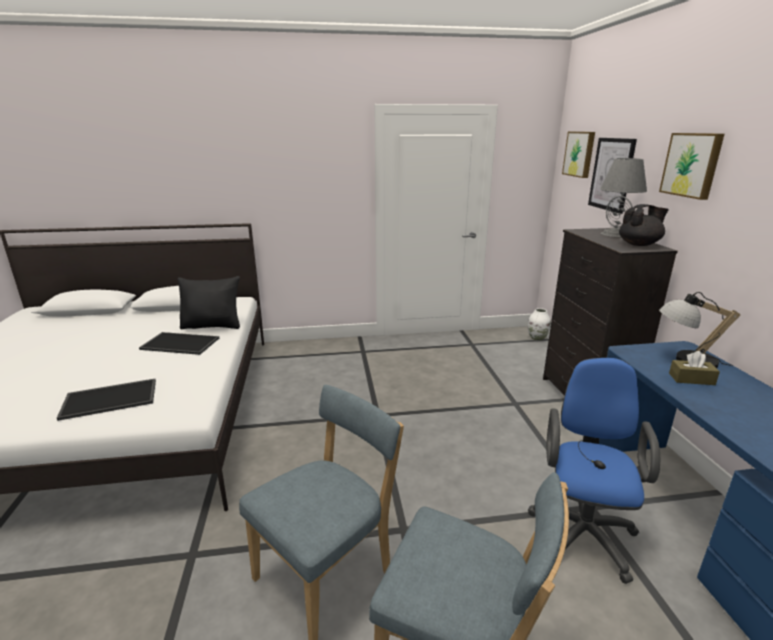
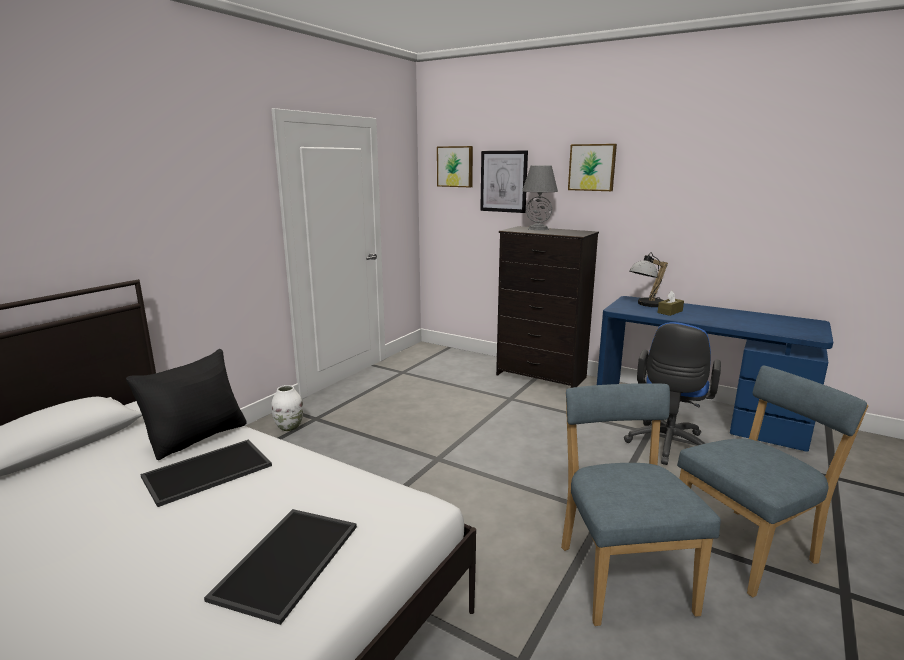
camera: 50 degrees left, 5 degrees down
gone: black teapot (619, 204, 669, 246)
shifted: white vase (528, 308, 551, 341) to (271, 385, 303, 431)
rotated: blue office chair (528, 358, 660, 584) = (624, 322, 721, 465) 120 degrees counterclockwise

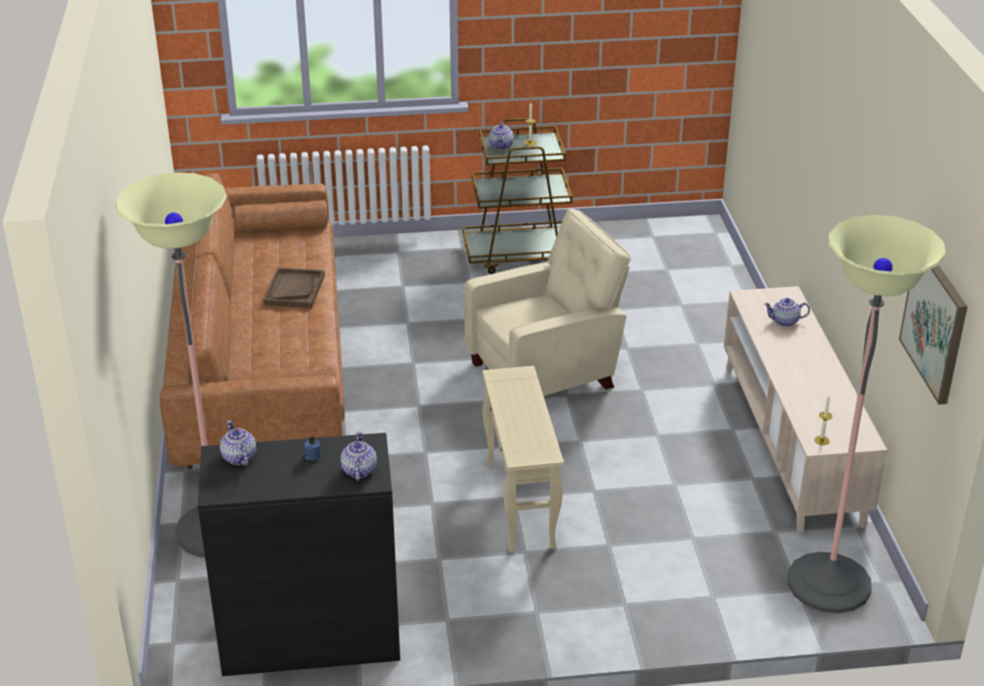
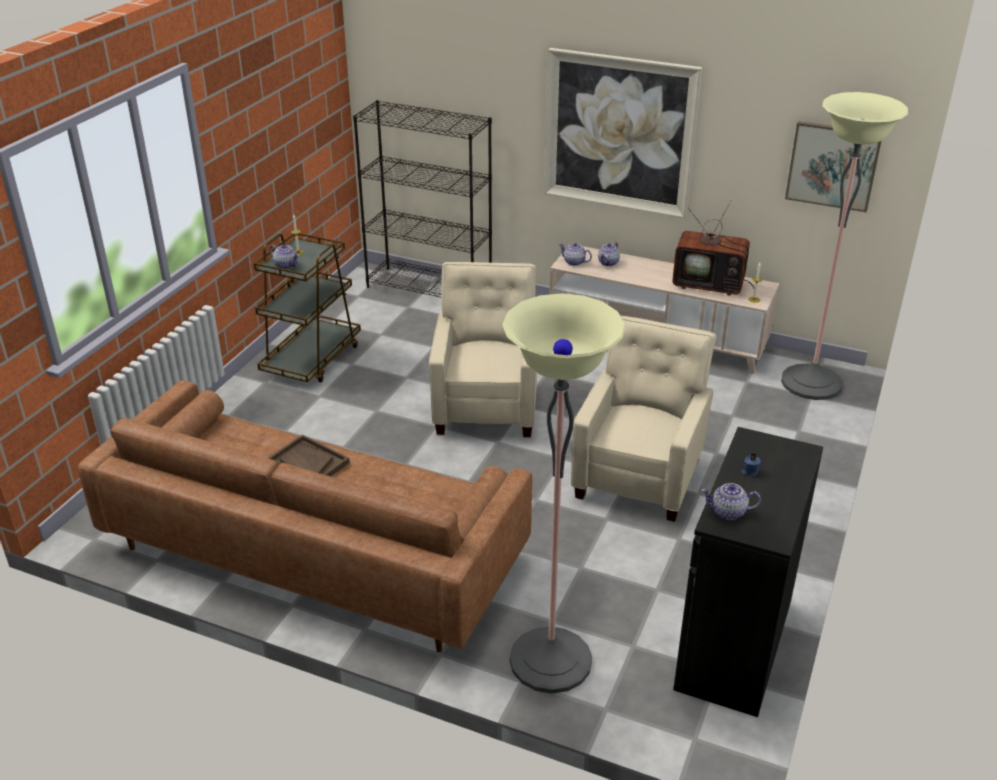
camera: 60 degrees left, 0 degrees up
new: black bookcase (353, 100, 492, 297); picture (544, 48, 702, 219); television (673, 200, 755, 296)
shifted: teapot (340, 432, 377, 481) to (559, 243, 592, 266)
swapped: beige side table (483, 366, 564, 553) to beige armchair (571, 315, 717, 522)

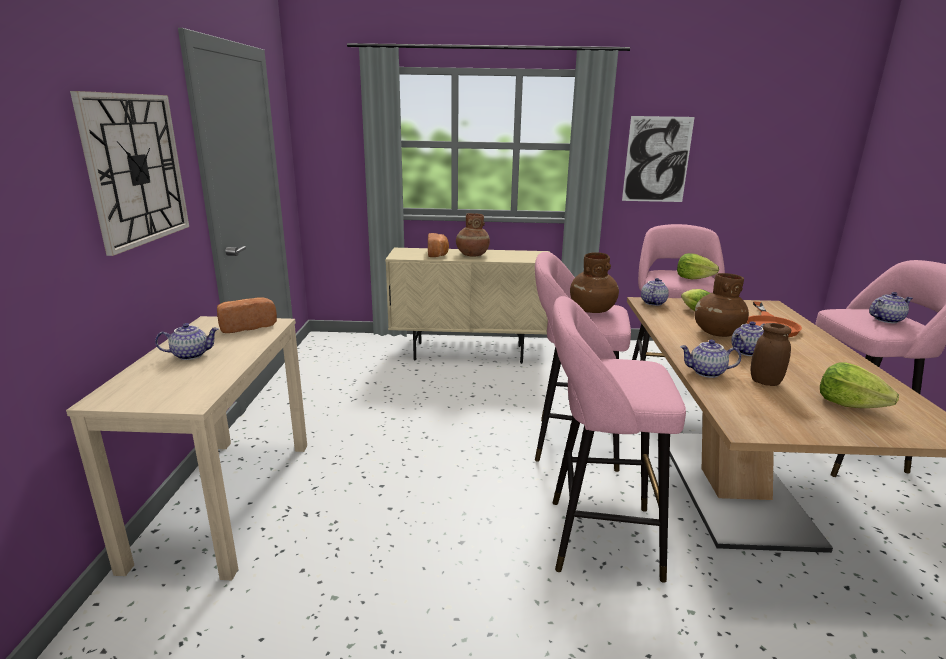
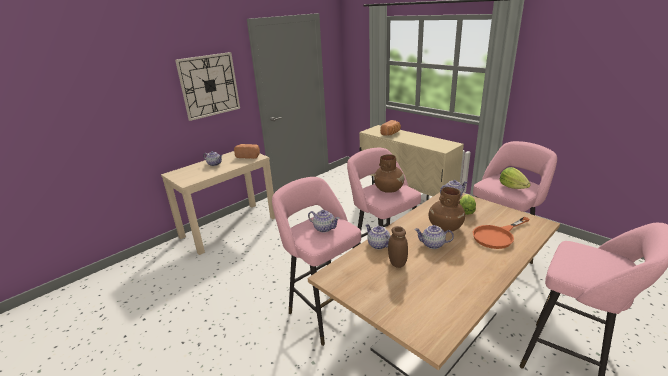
camera: 45 degrees right, 5 degrees up
gone: brown vase (456, 213, 490, 257); picture (622, 116, 695, 202); lettuce (820, 362, 899, 408)
shifted: teapot (869, 292, 913, 323) to (308, 210, 340, 232)

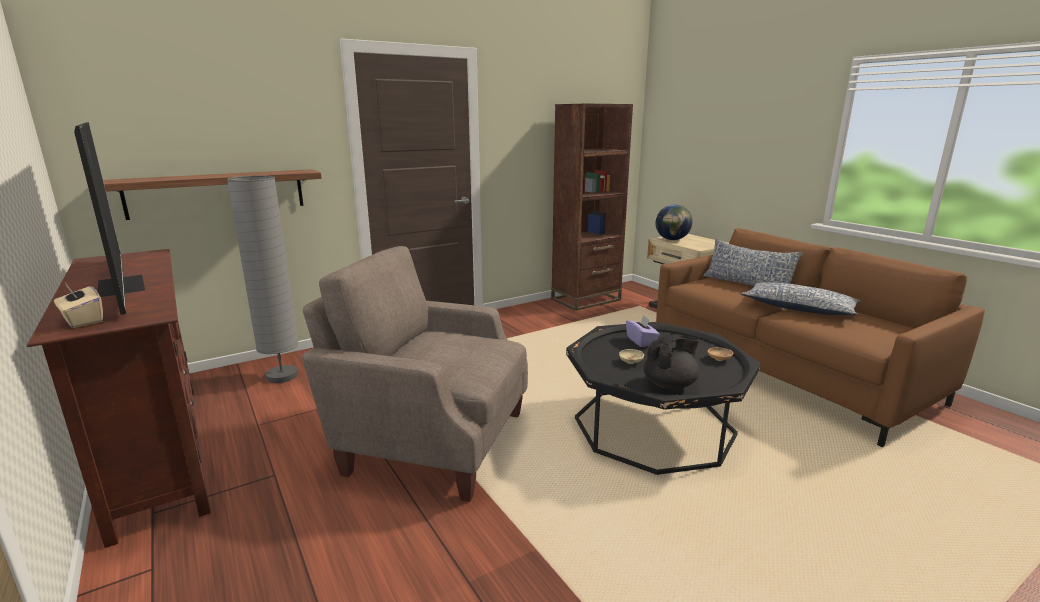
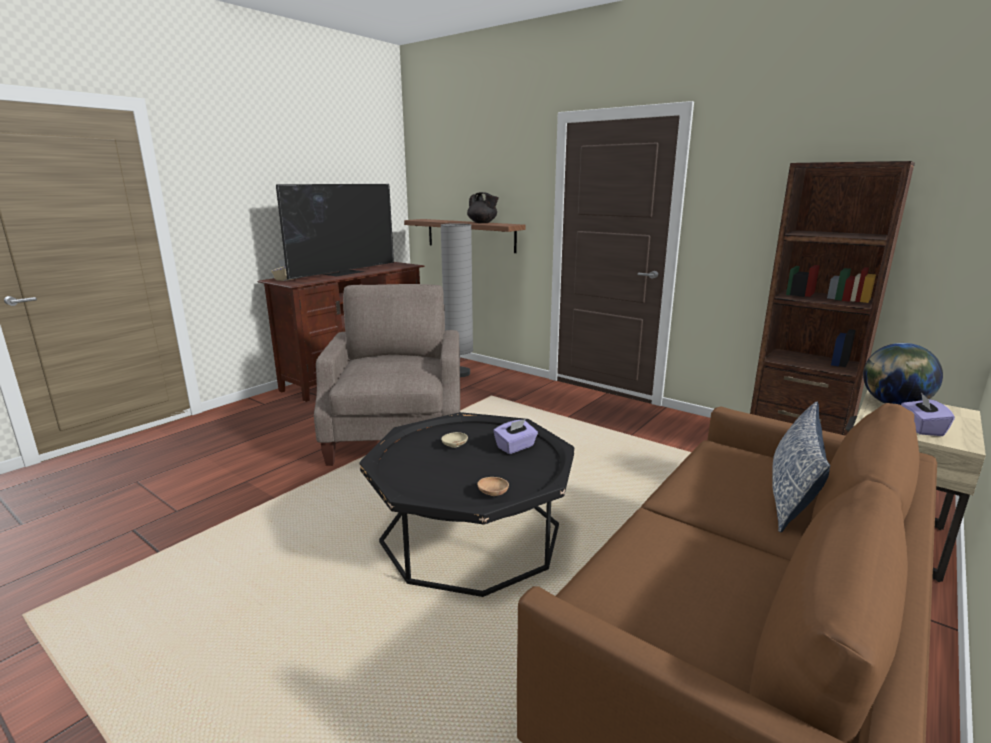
camera: 70 degrees right, 0 degrees up
gone: pillow (741, 282, 861, 315)
new: purple tissue box (901, 393, 955, 436)
shifted: black teapot (644, 335, 699, 390) to (467, 192, 499, 223)

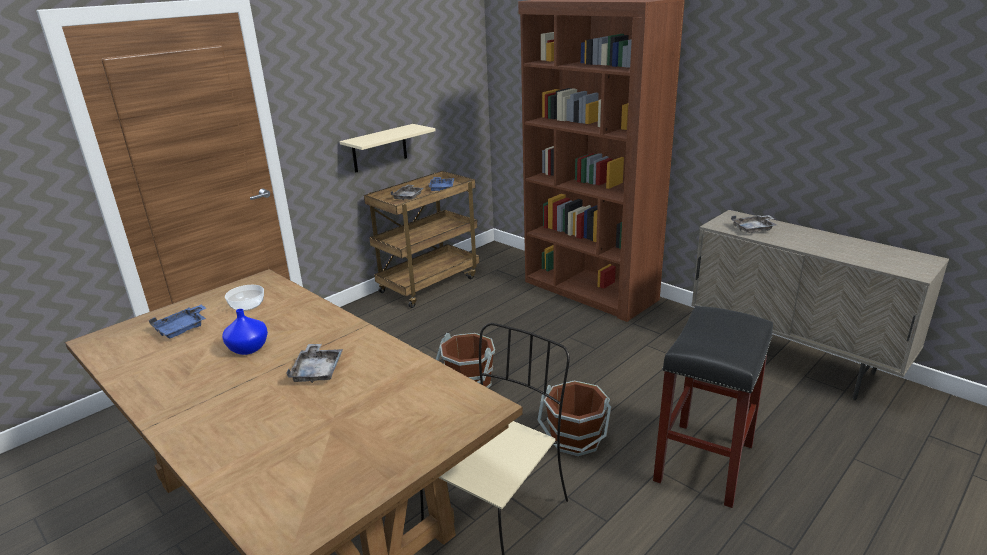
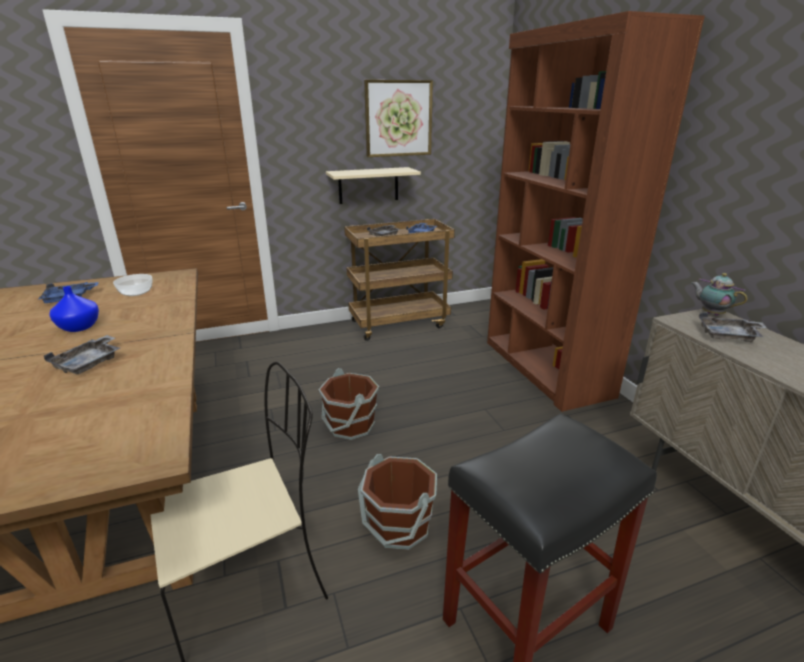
camera: 25 degrees right, 0 degrees up
new: picture (364, 80, 433, 157); teapot (692, 273, 747, 316)

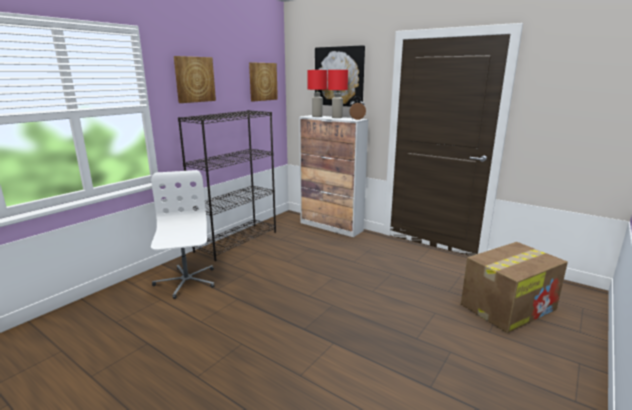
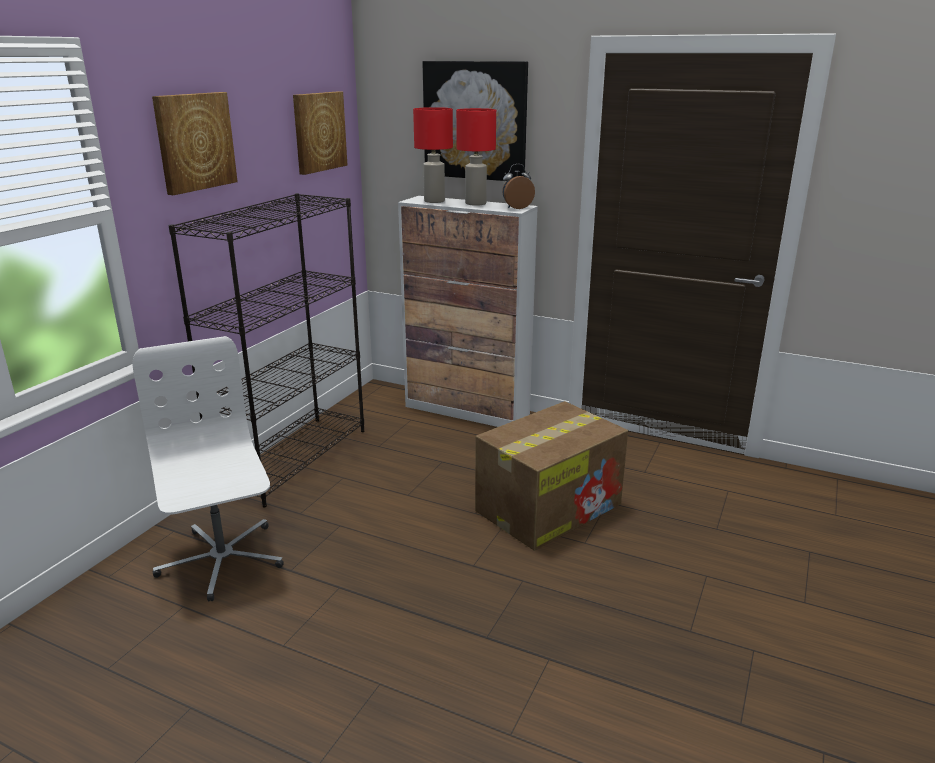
camera: 10 degrees left, 5 degrees up
shifted: cardboard box (461, 242, 568, 333) to (475, 401, 628, 551)

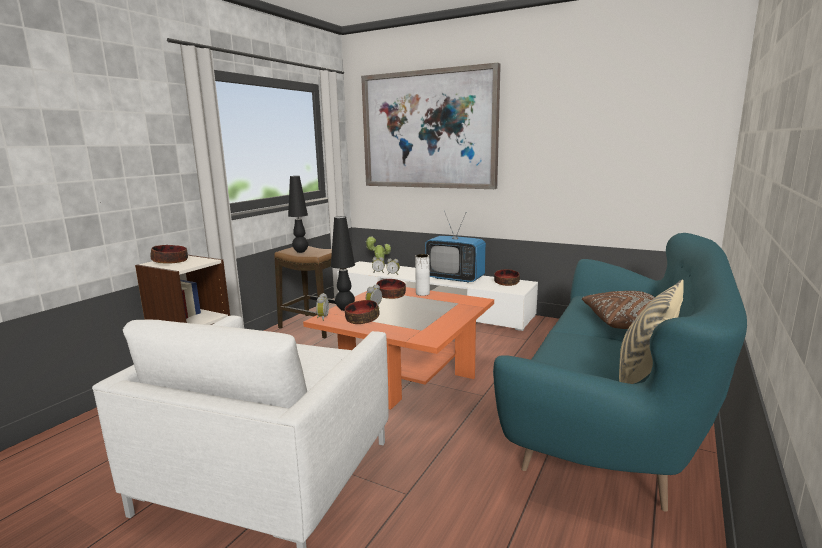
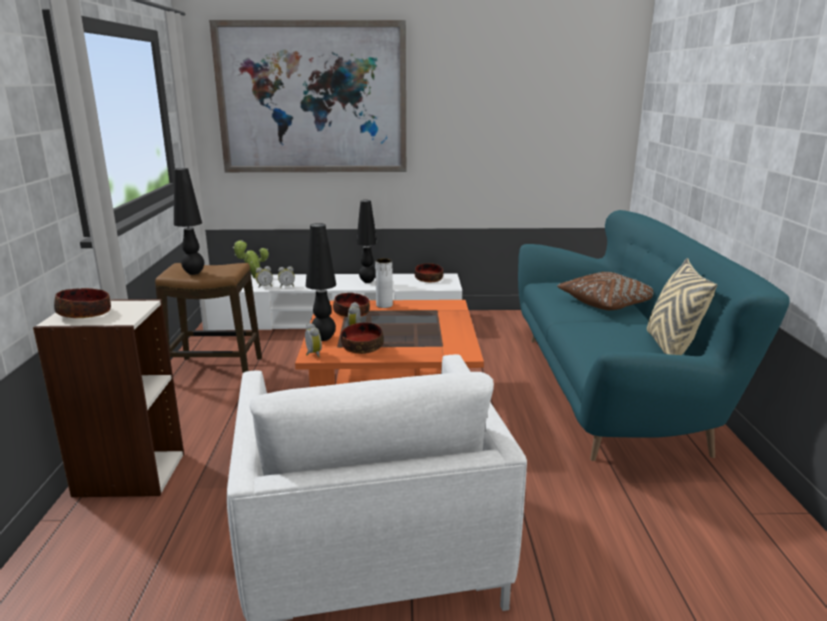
camera: 30 degrees left, 5 degrees up
swapped: television (425, 211, 486, 283) to black table lamp (356, 200, 377, 283)

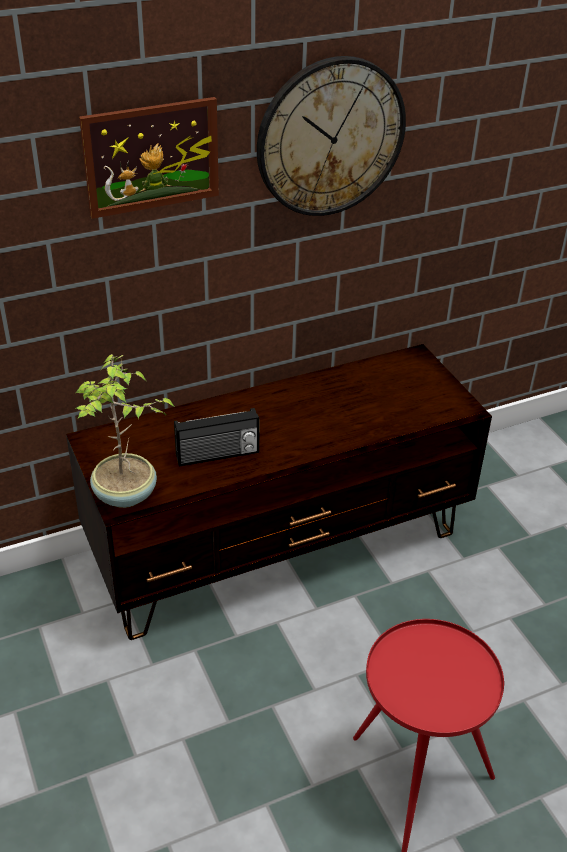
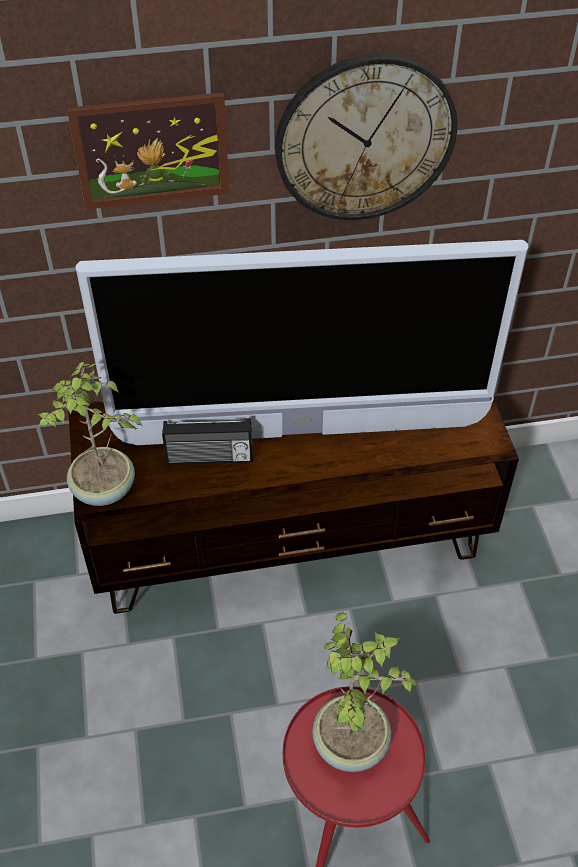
camera: 15 degrees right, 10 degrees up
new: television (75, 240, 529, 445); potted plant (312, 613, 418, 772)

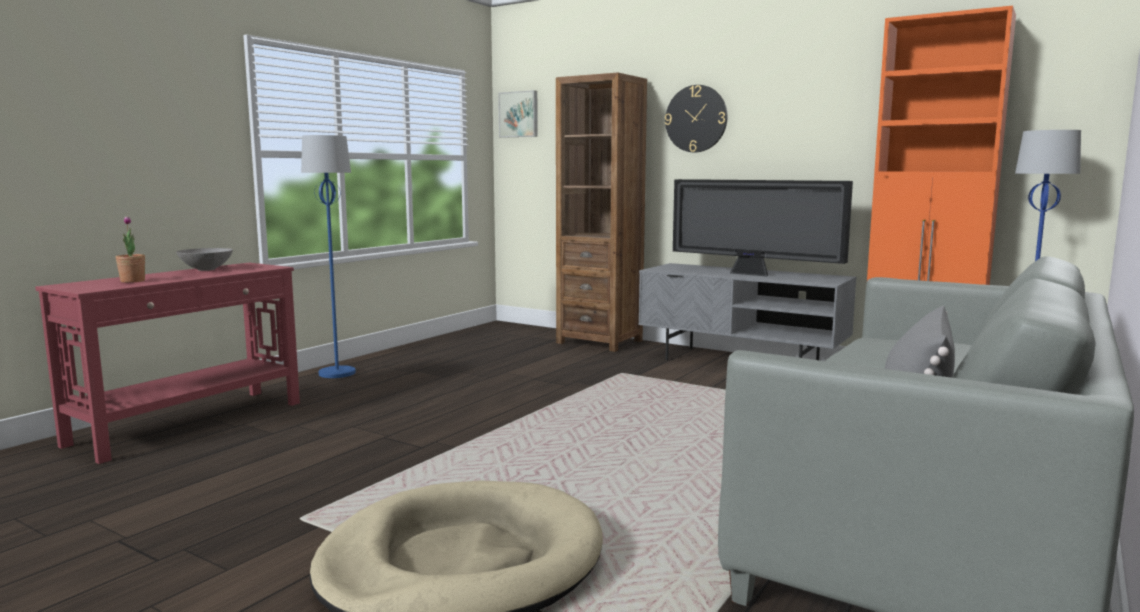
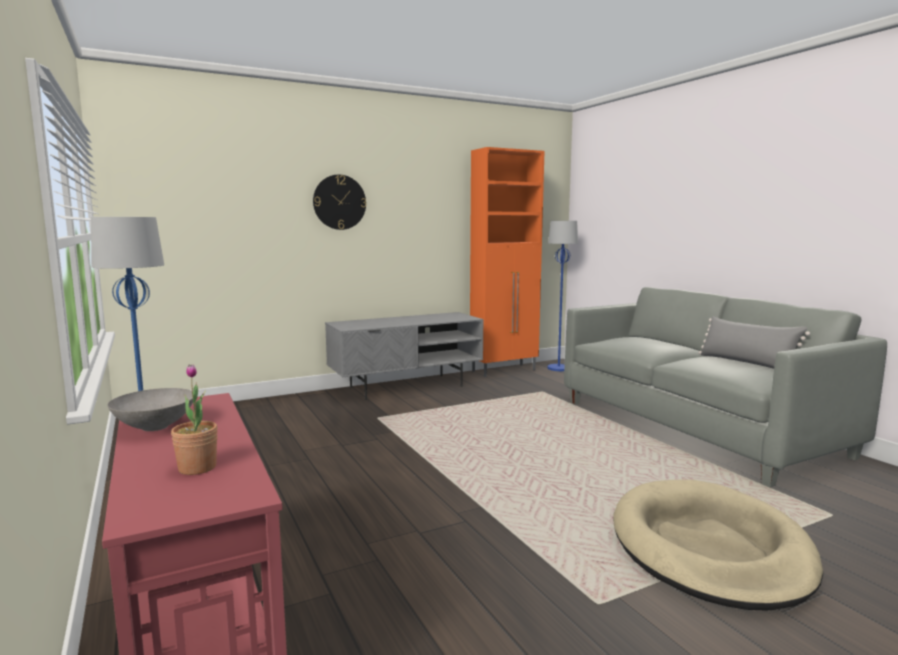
camera: 60 degrees left, 0 degrees up
gone: picture (498, 90, 538, 138); brown bookcase (556, 73, 647, 352); television (673, 179, 853, 277)

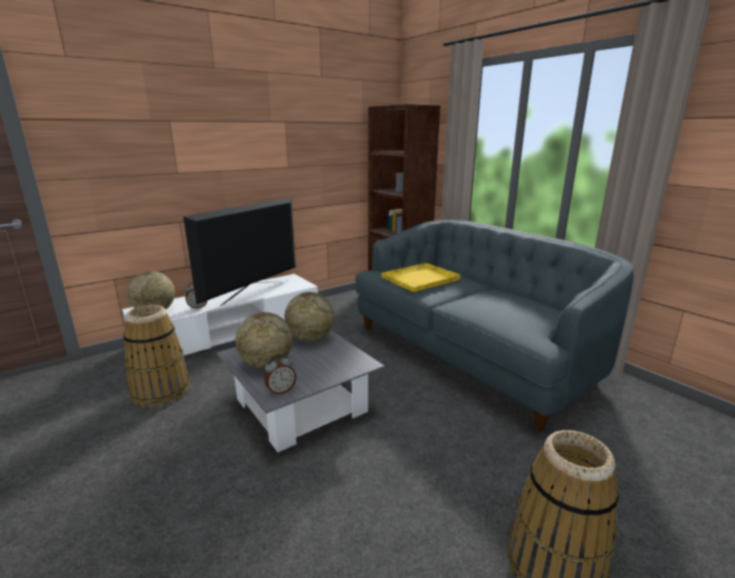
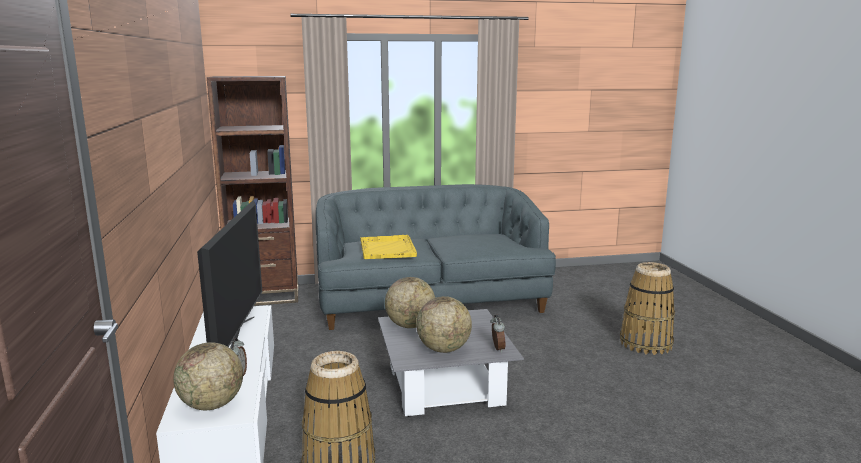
camera: 65 degrees left, 5 degrees down
rotated: television (183, 197, 296, 306) = (197, 200, 262, 347) 150 degrees counterclockwise

